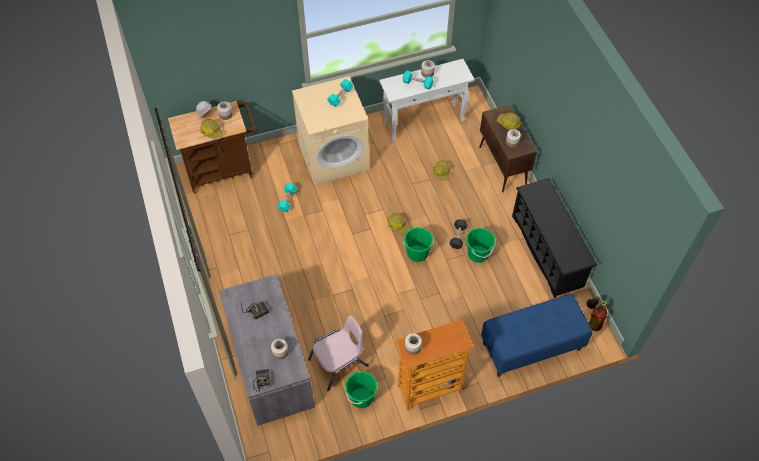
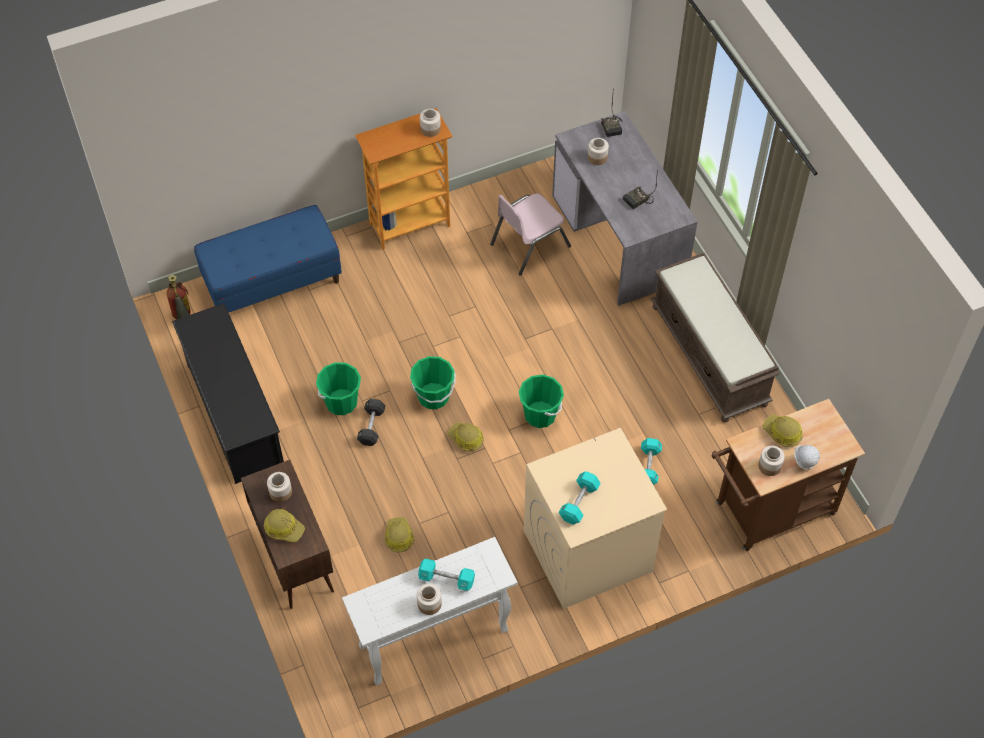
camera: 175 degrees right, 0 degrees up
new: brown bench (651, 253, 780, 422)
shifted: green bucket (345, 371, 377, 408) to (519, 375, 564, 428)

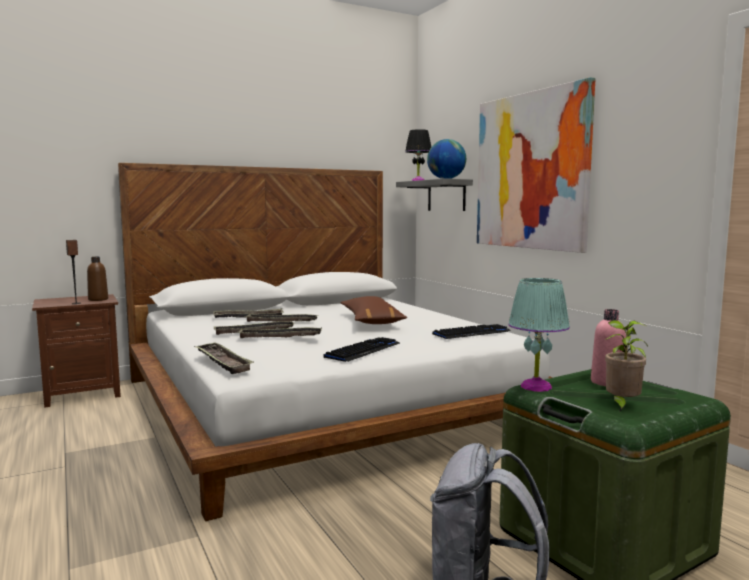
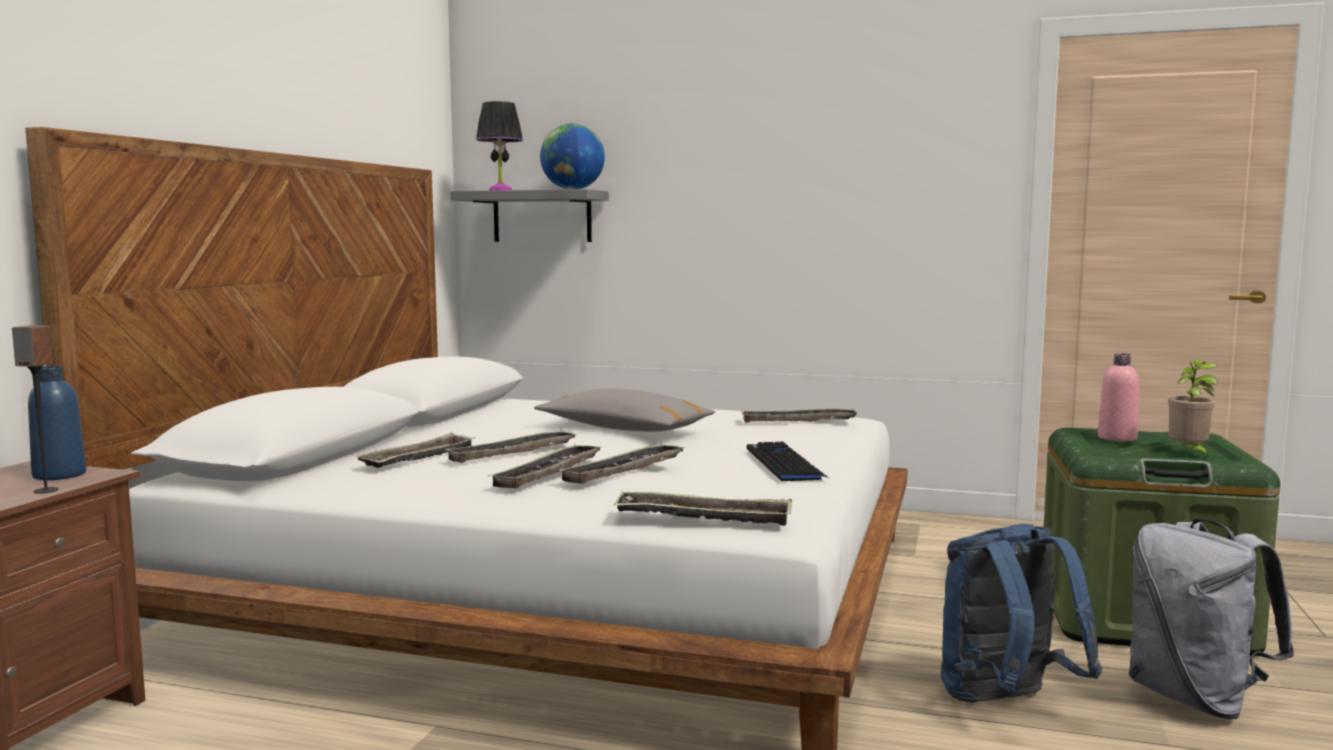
camera: 45 degrees left, 0 degrees up
gone: picture (477, 77, 595, 253); turquoise table lamp (508, 278, 570, 392)
new: blue backpack (941, 524, 1102, 703)
swapped: keyboard (432, 324, 511, 339) to tray (740, 408, 858, 422)
repainted: brown bottle (87, 257, 108, 301) to blue bottle (28, 366, 86, 480); brown pillow (341, 296, 407, 324) to grey pillow (534, 388, 715, 432)

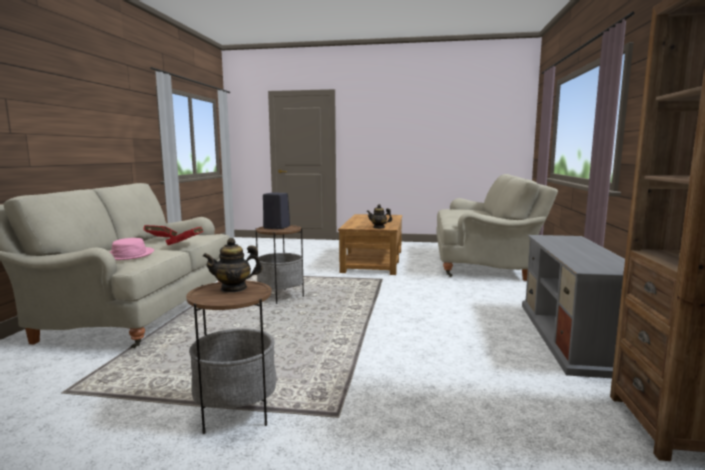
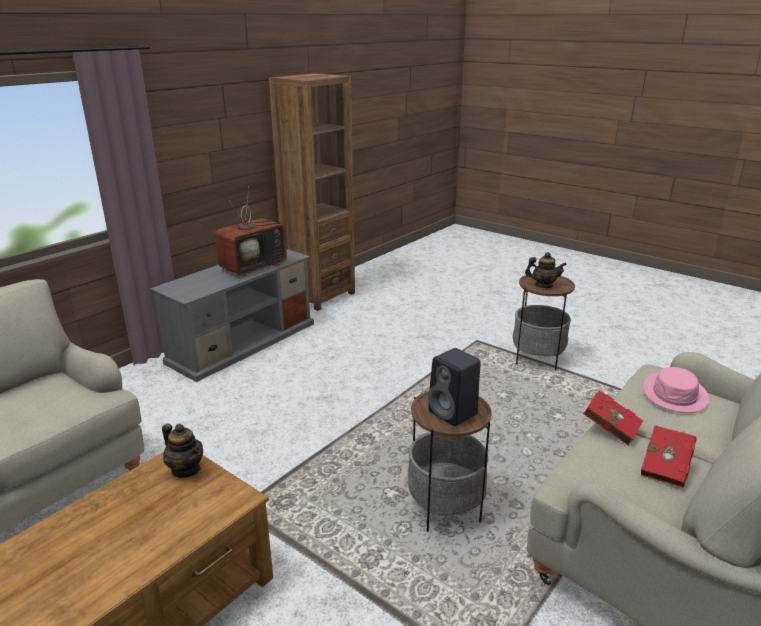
camera: 150 degrees left, 15 degrees up
new: television (215, 189, 287, 277)

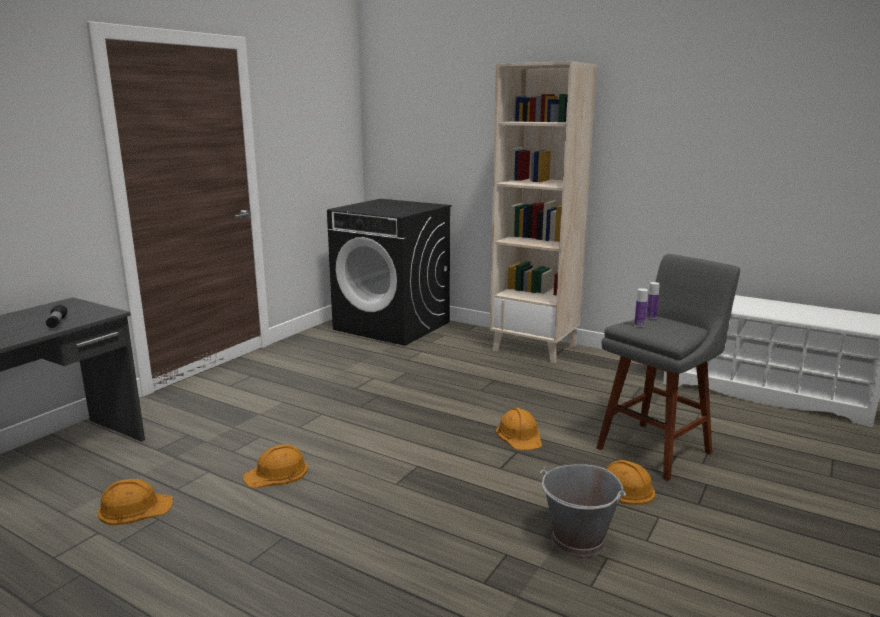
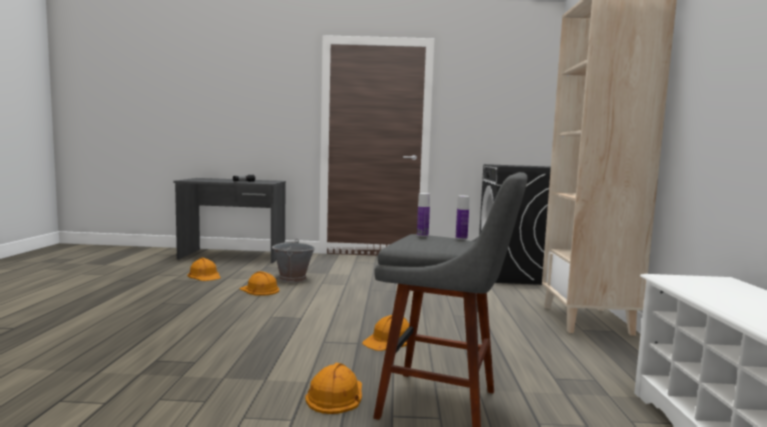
camera: 60 degrees right, 10 degrees down
shifted: grey bucket (540, 464, 626, 558) to (272, 239, 315, 283)

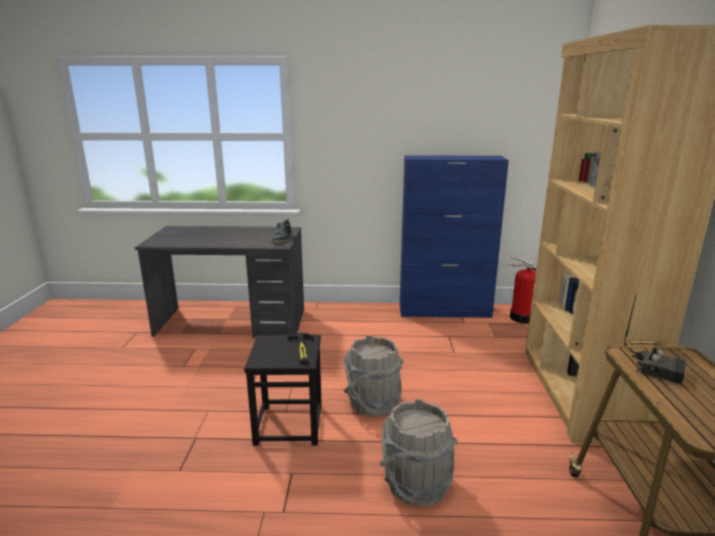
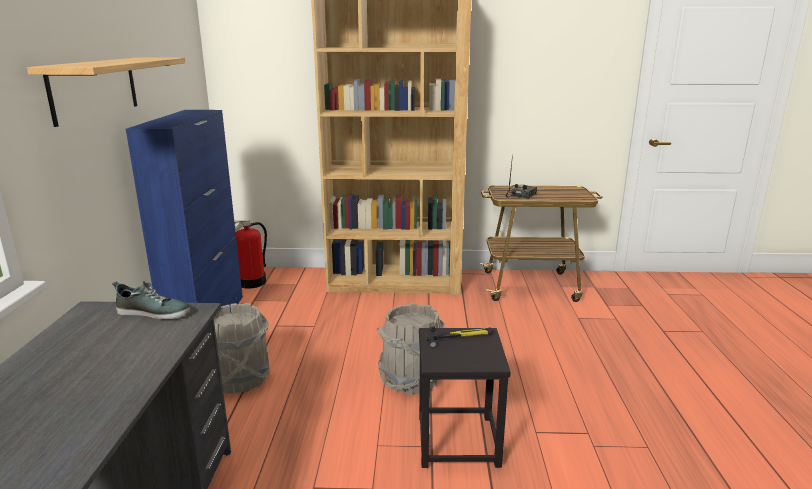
camera: 90 degrees left, 0 degrees up
new: shelf (27, 57, 185, 127)
shifted: grey bucket (380, 399, 458, 506) to (214, 303, 270, 394)

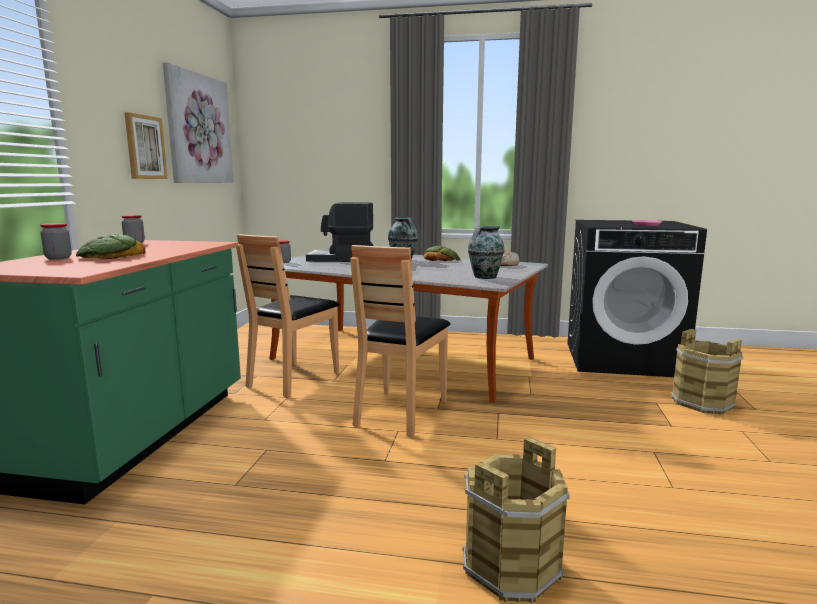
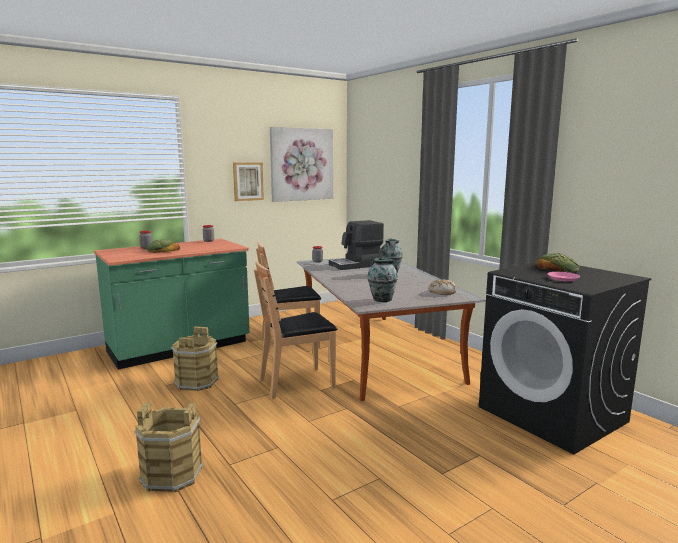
camera: 45 degrees right, 0 degrees up
shifted: bread (424, 246, 460, 261) to (536, 253, 580, 273); brown bucket (671, 329, 743, 415) to (171, 327, 219, 391)
rotated: coffee machine (306, 202, 374, 262) = (329, 220, 384, 270) 75 degrees counterclockwise

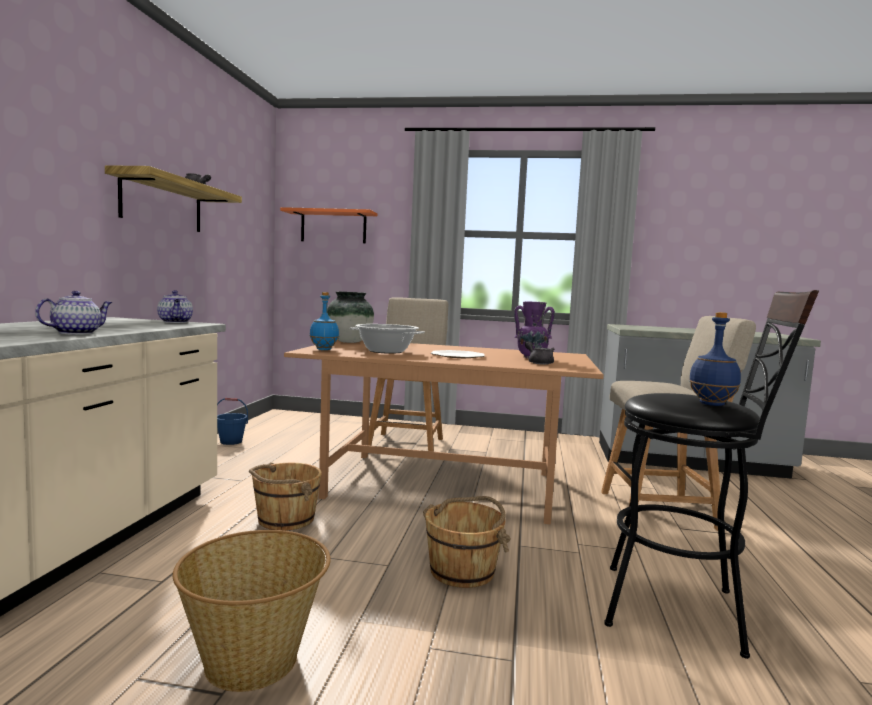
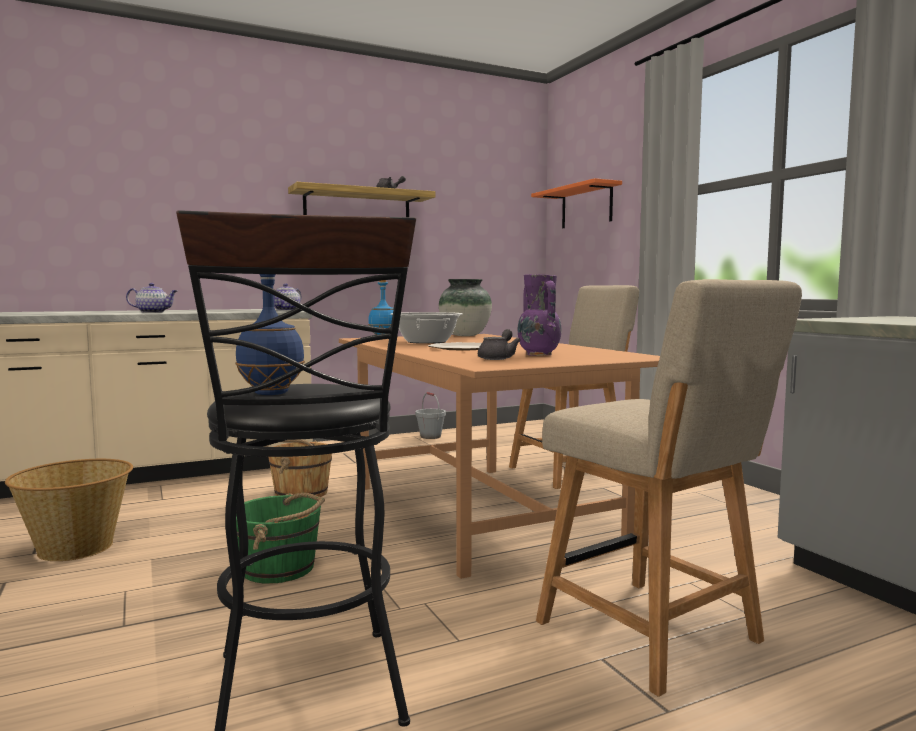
camera: 55 degrees right, 0 degrees up
repainted: blue bucket (217, 398, 248, 445) to grey bucket (415, 392, 446, 439); brown bucket (423, 496, 511, 588) to green bucket (236, 493, 325, 584)

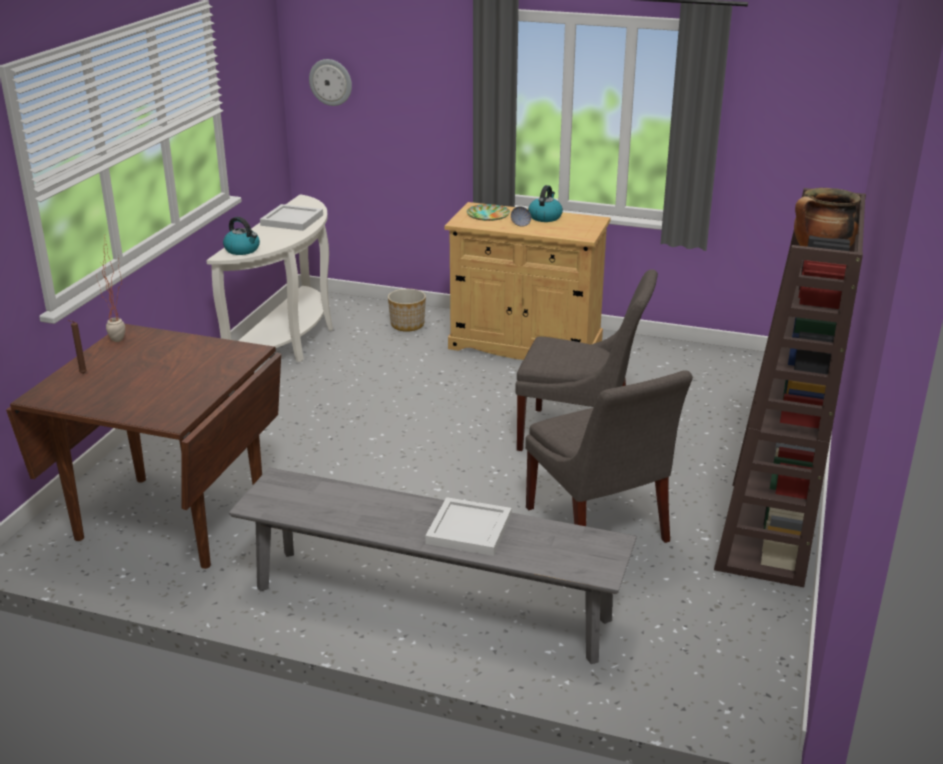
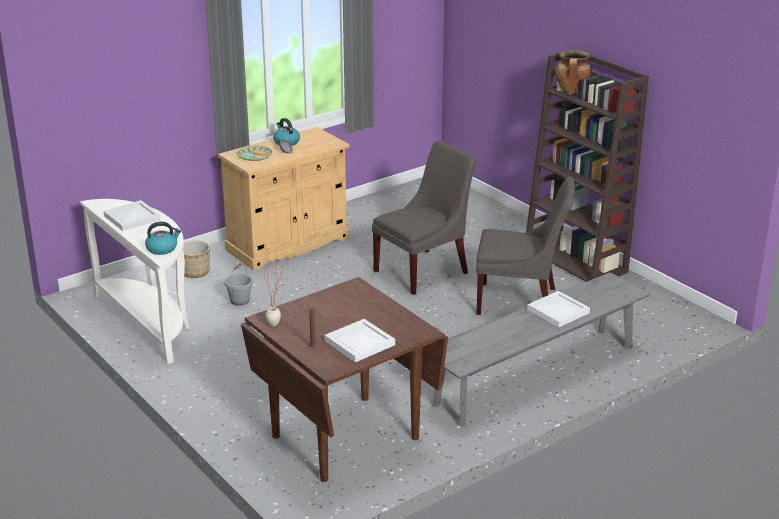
camera: 55 degrees left, 0 degrees up
gone: wall clock (309, 59, 352, 106)
new: grey bucket (225, 263, 253, 306); white tray (324, 319, 395, 362)

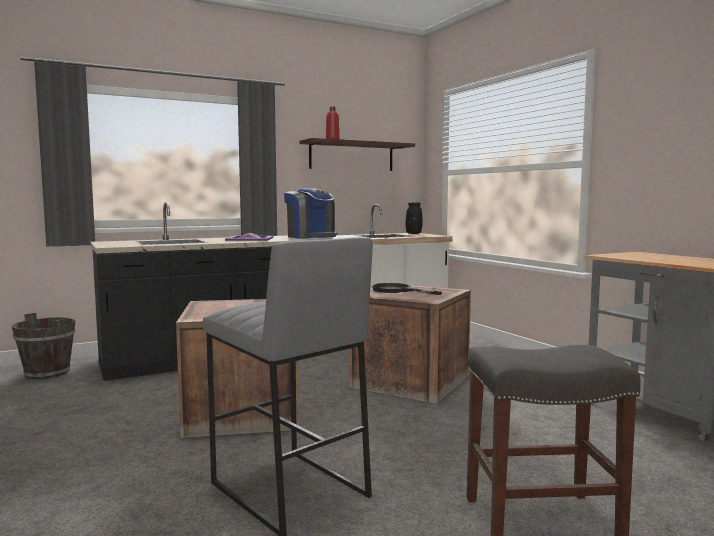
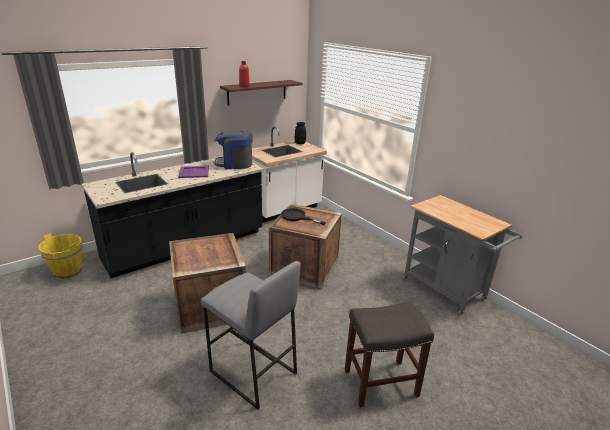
camera: 10 degrees left, 20 degrees up
repainted: brown bucket (11, 313, 76, 379) to yellow bucket (38, 233, 83, 280)
rotated: coffee machine (284, 188, 337, 239) = (214, 131, 253, 169) 135 degrees clockwise

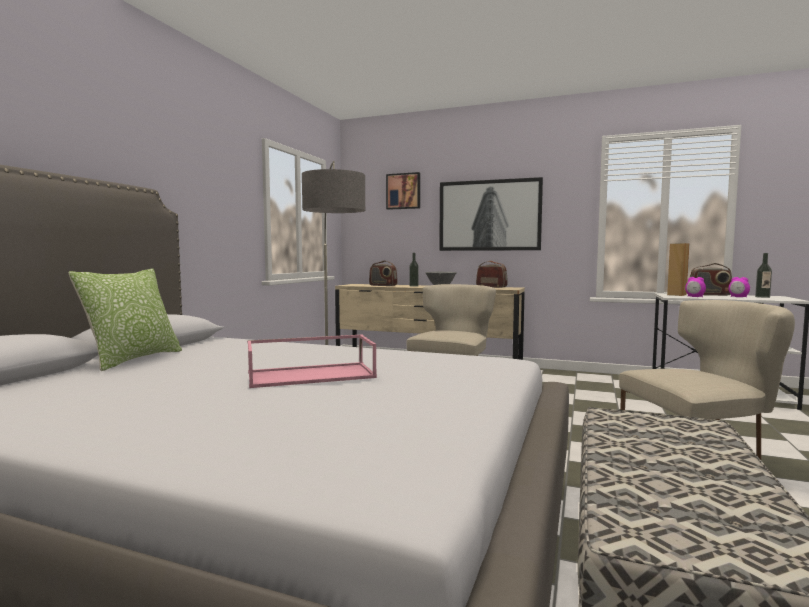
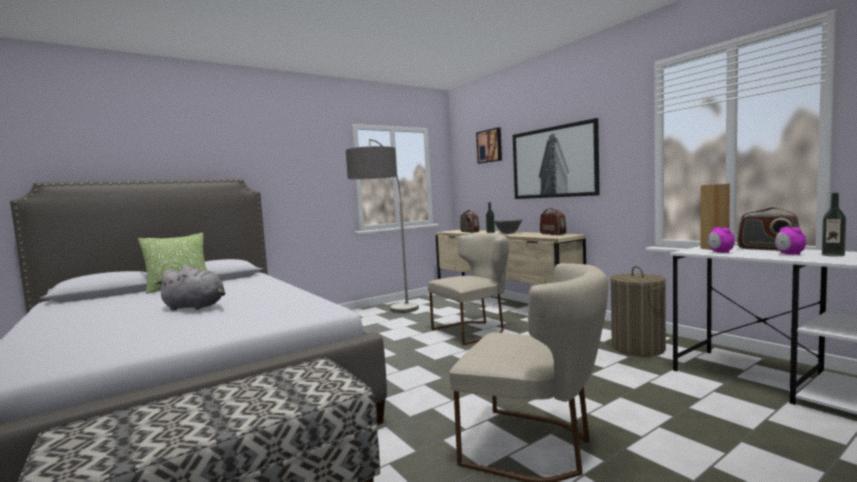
camera: 35 degrees right, 0 degrees up
new: laundry basket (610, 266, 666, 357)
swapped: pink tray (247, 335, 377, 388) to grey plush toy (155, 266, 225, 310)

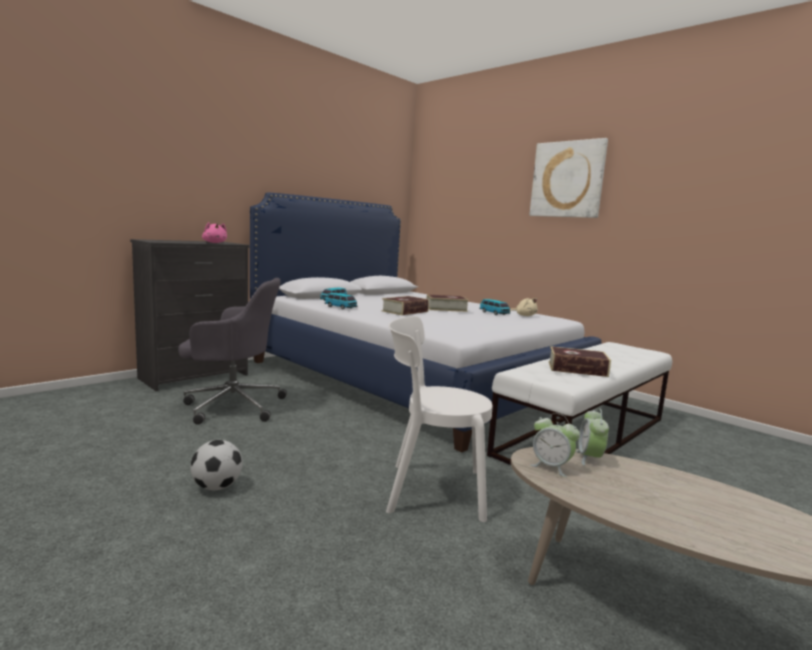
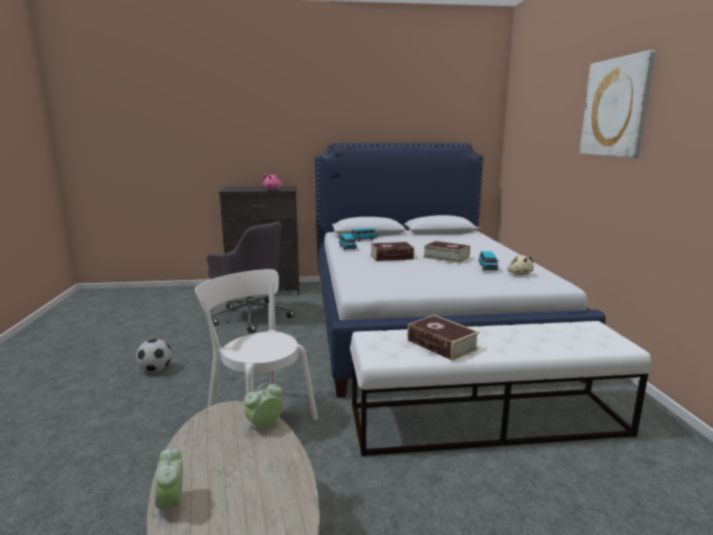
camera: 40 degrees right, 5 degrees up
shifted: alarm clock (530, 413, 580, 477) to (155, 447, 183, 524)

